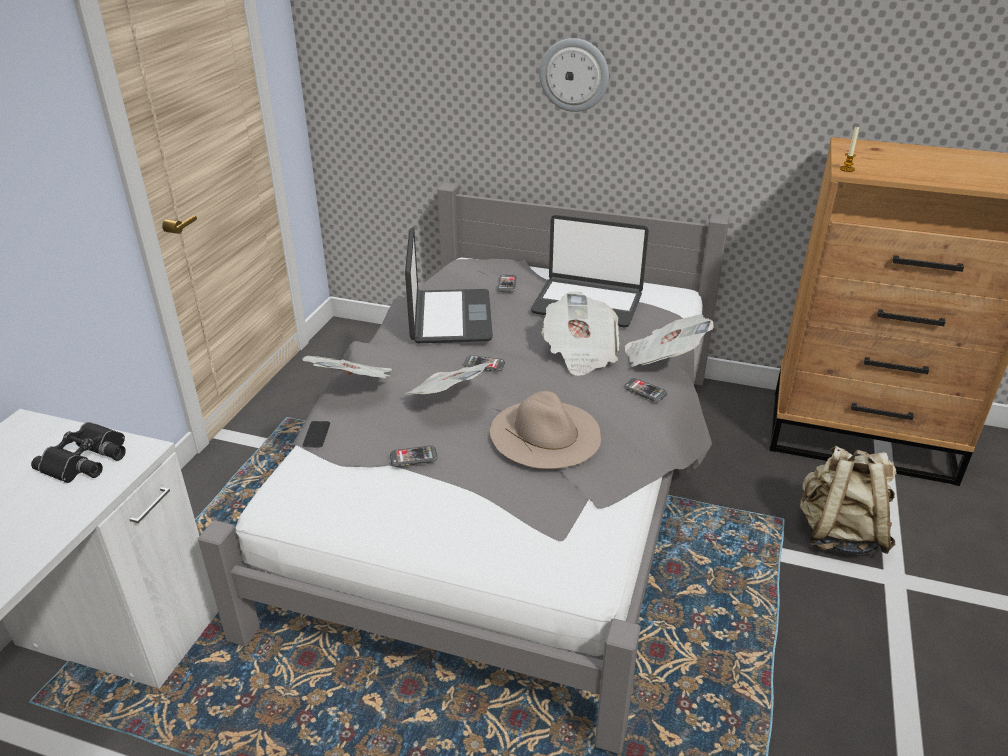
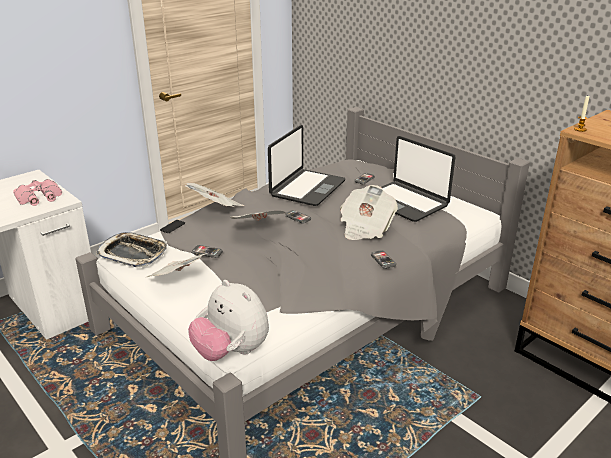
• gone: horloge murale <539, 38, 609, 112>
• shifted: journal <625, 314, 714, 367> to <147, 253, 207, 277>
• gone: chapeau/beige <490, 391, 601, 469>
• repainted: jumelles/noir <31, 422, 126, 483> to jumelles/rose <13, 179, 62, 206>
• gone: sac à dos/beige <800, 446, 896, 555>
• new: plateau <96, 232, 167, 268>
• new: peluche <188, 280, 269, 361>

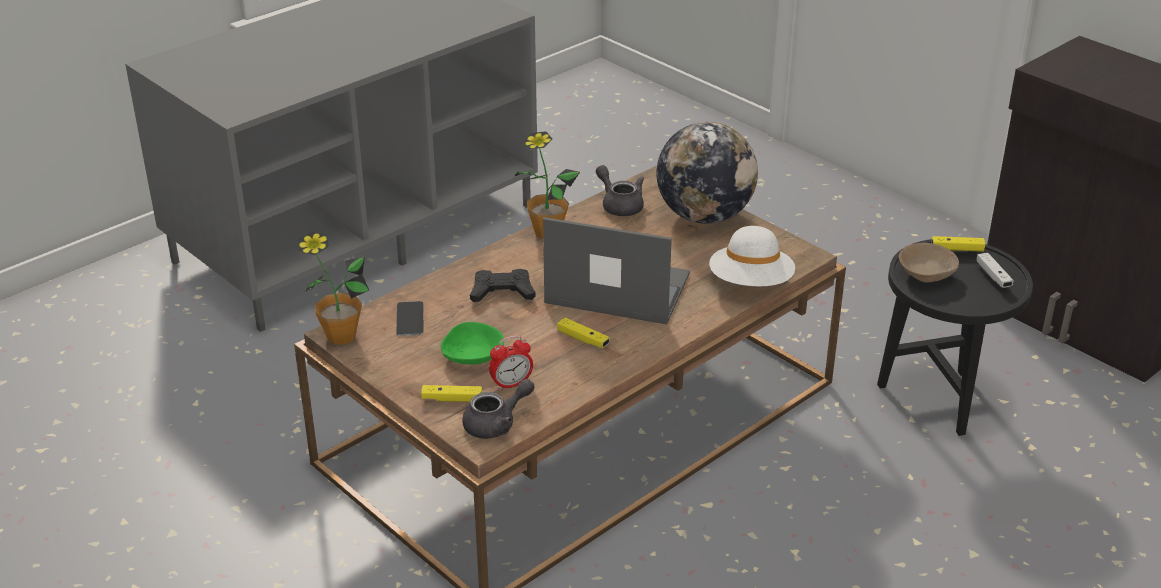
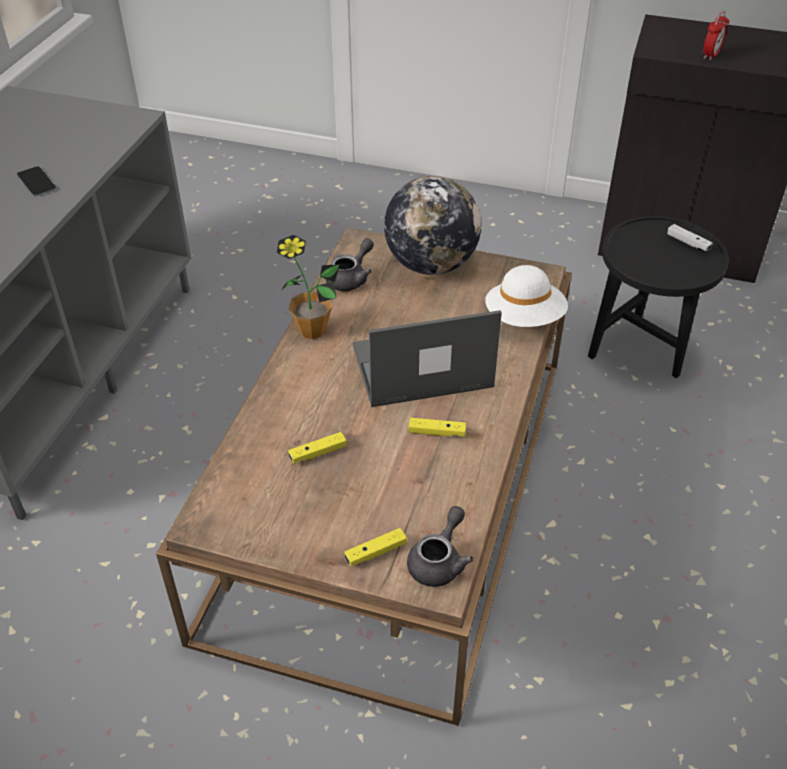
• rotated: théière/gris <596, 165, 644, 216> = <326, 238, 374, 291> 105 degrees clockwise
• gone: plante en pot <297, 231, 370, 345>
• shifted: manette/jaune <931, 236, 986, 252> to <288, 432, 346, 463>
• gone: bol/beige <899, 243, 959, 282>
• gone: manette/noir <470, 269, 536, 302>
• shifted: téléphone <396, 301, 424, 336> to <17, 166, 56, 196>
• gone: bol/vert <441, 322, 504, 364>
• shifted: réveil <489, 335, 533, 391> to <703, 11, 729, 60>

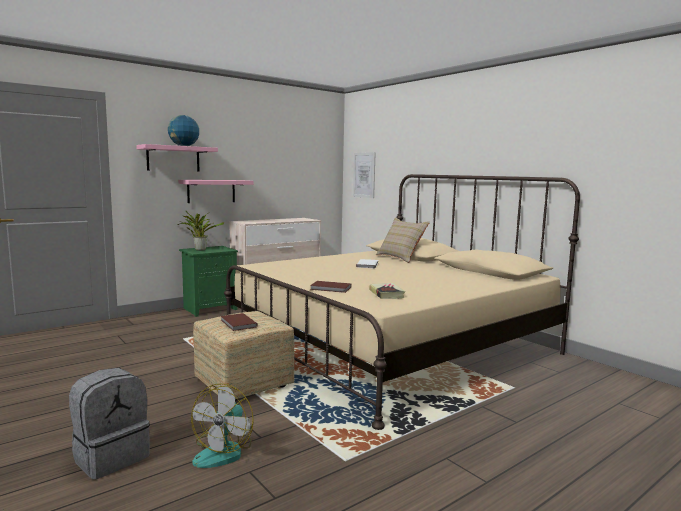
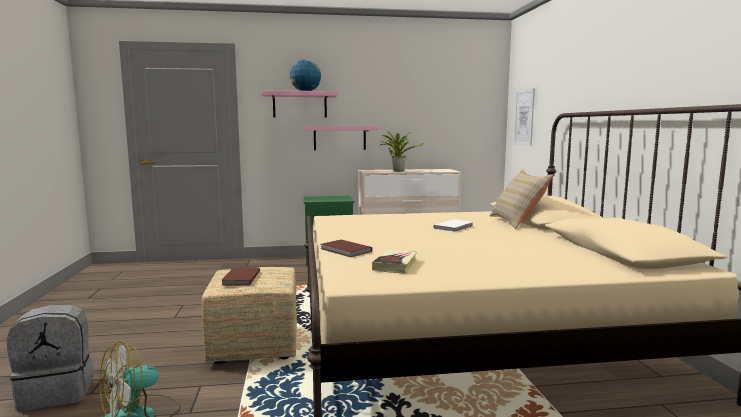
• shifted: plante en pot <177, 210, 224, 251> to <379, 131, 424, 171>

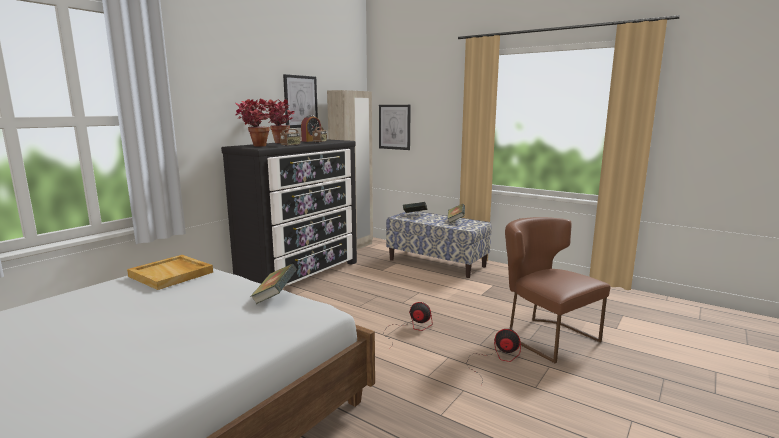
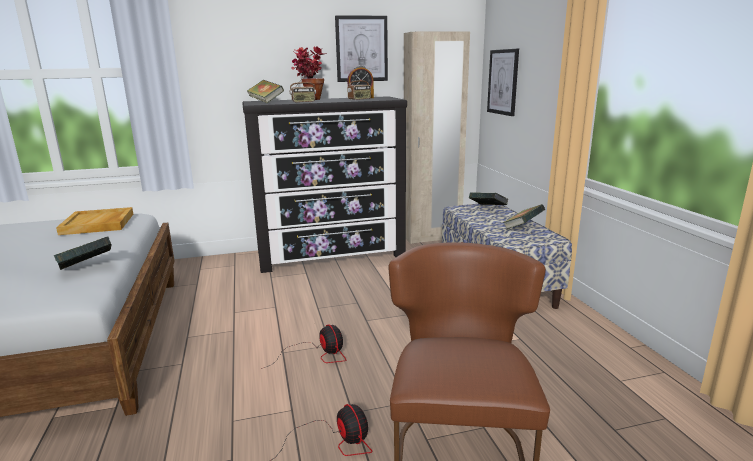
• swapped: plante en pot <235, 99, 270, 147> to livre <247, 80, 284, 103>

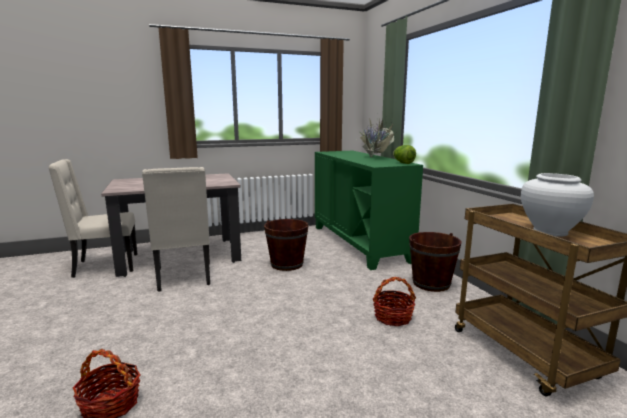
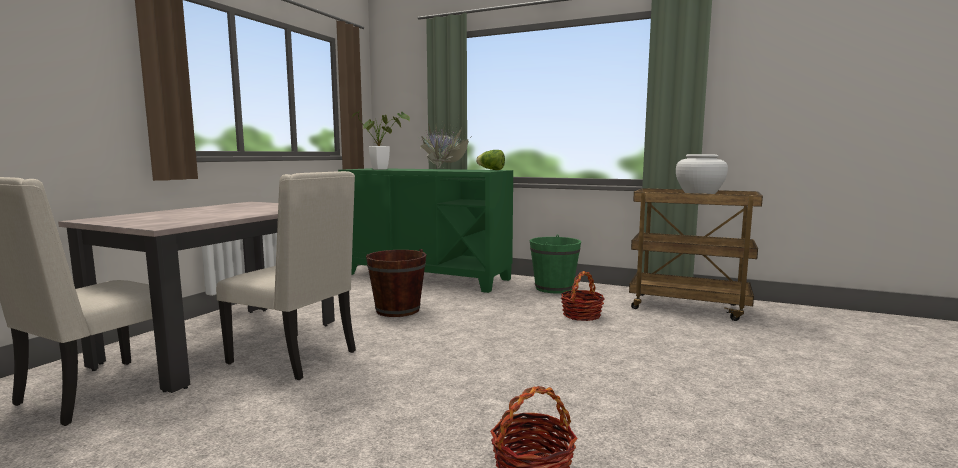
• repainted: seau/marron <409, 232, 462, 292> to seau/vert <530, 235, 581, 294>
• new: plante en pot <352, 111, 410, 170>

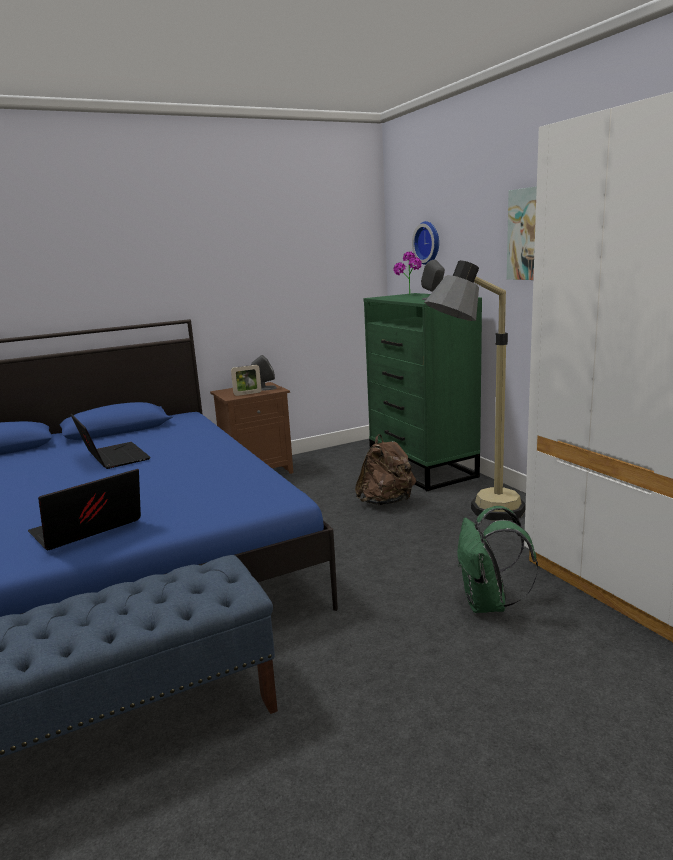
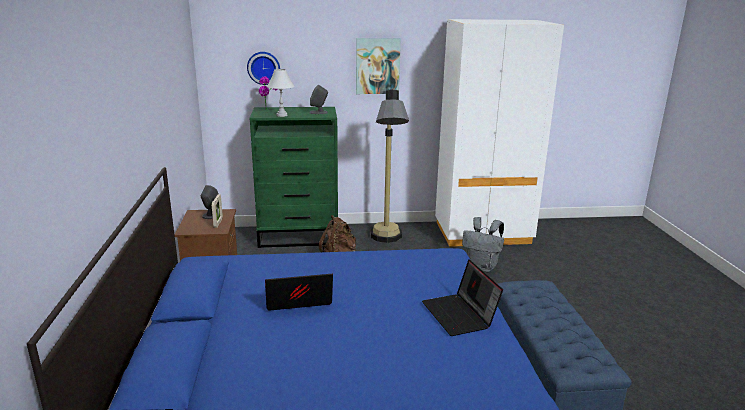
• repainted: sac à dos/vert <457, 506, 538, 613> to sac à dos/gris <462, 217, 504, 272>
• new: lampe de table/blanc <267, 69, 295, 117>

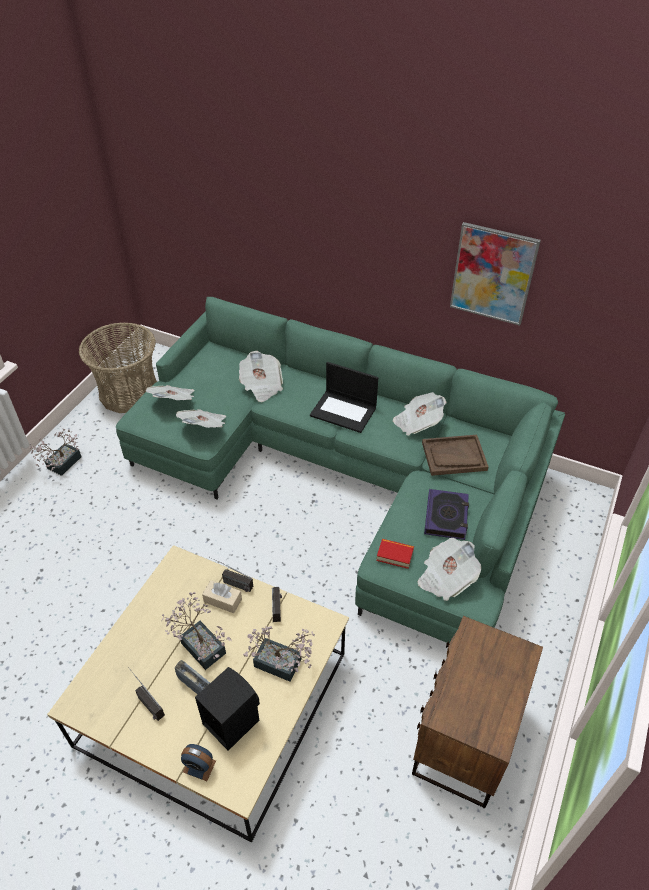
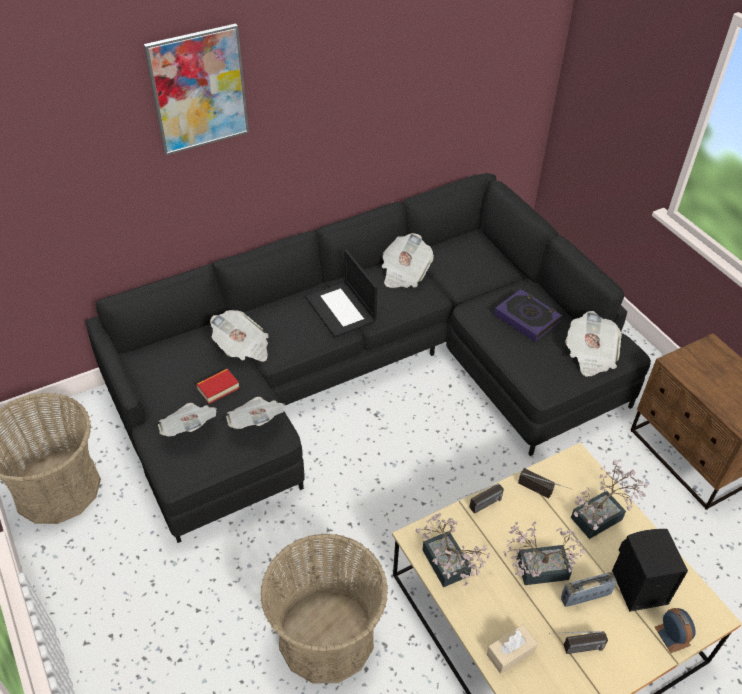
• shifted: tableau <450, 222, 541, 326> to <144, 24, 249, 155>
• repainted: canapé/vert <116, 297, 565, 643> to canapé/noir <86, 173, 651, 543>
• rotated: ordinateur portable <310, 362, 378, 433> = <306, 249, 377, 338> 90 degrees clockwise
• shifted: plante en pot <29, 429, 82, 476> to <416, 513, 491, 587>
• gone: plateau/marron <422, 435, 489, 476>
• shifted: livre <376, 539, 414, 569> to <196, 369, 240, 404>
• shifted: boîte à mouchoirs/beige <202, 580, 242, 613> to <486, 625, 538, 674>
• rotated: réveil <181, 744, 216, 781> = <655, 608, 696, 653> 75 degrees counterclockwise
• new: panier <260, 533, 388, 683>

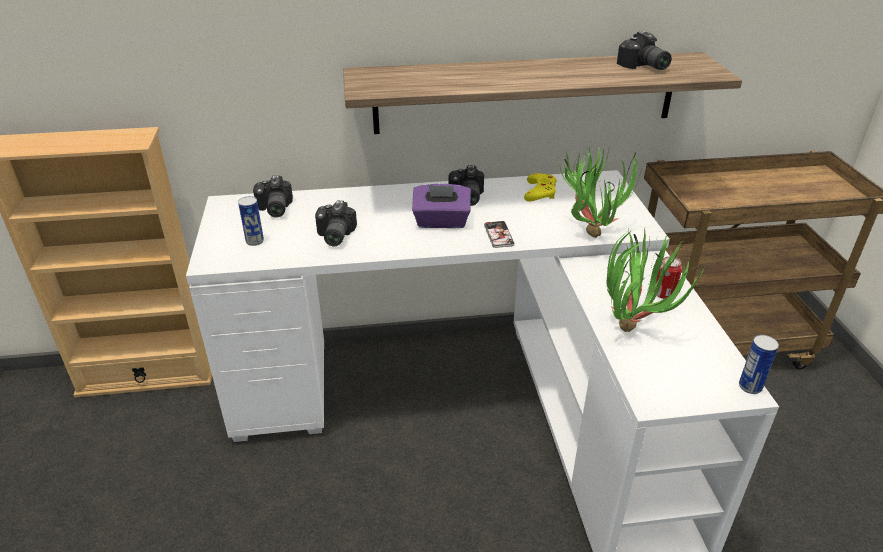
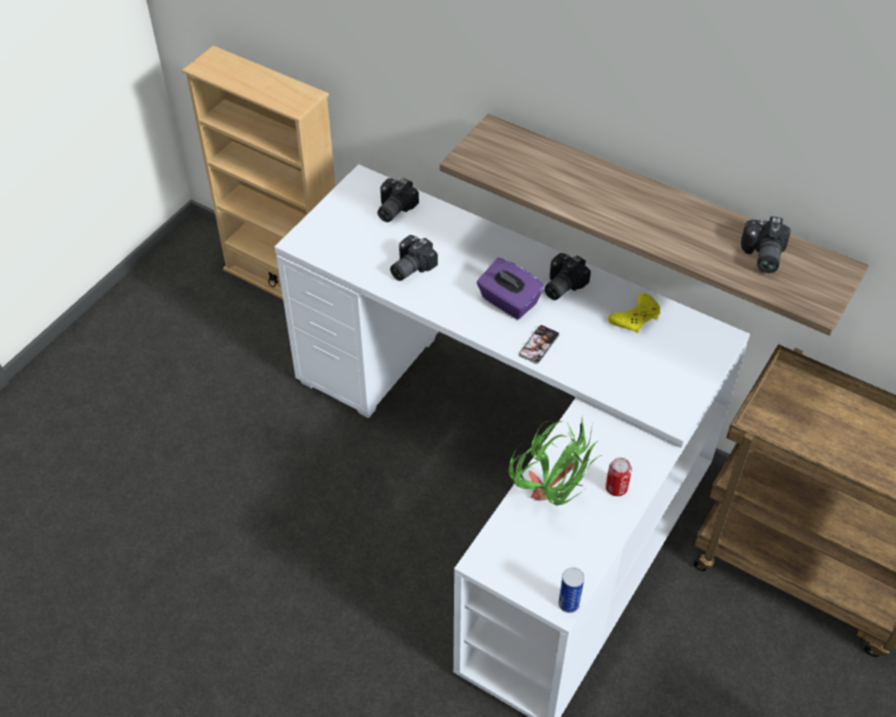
• gone: plante en pot <557, 146, 644, 238>
• gone: boîte métallique <238, 196, 264, 246>

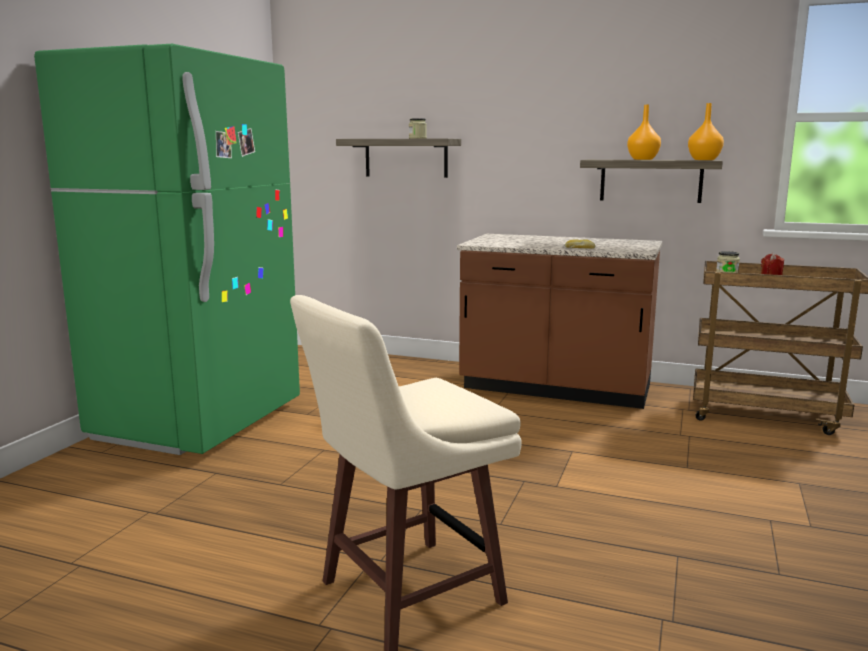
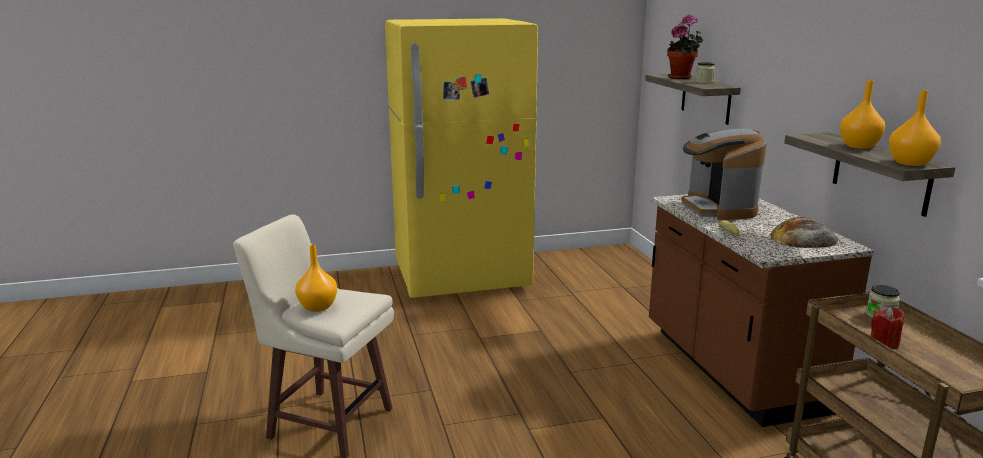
• repainted: réfrigérateur/vert <34, 44, 300, 455> to réfrigérateur/jaune <385, 18, 538, 298>
• new: plante en pot <667, 15, 704, 79>
• new: machine à café <681, 129, 767, 220>
• new: pain <770, 217, 838, 248>
• new: vase/orange <295, 245, 337, 312>

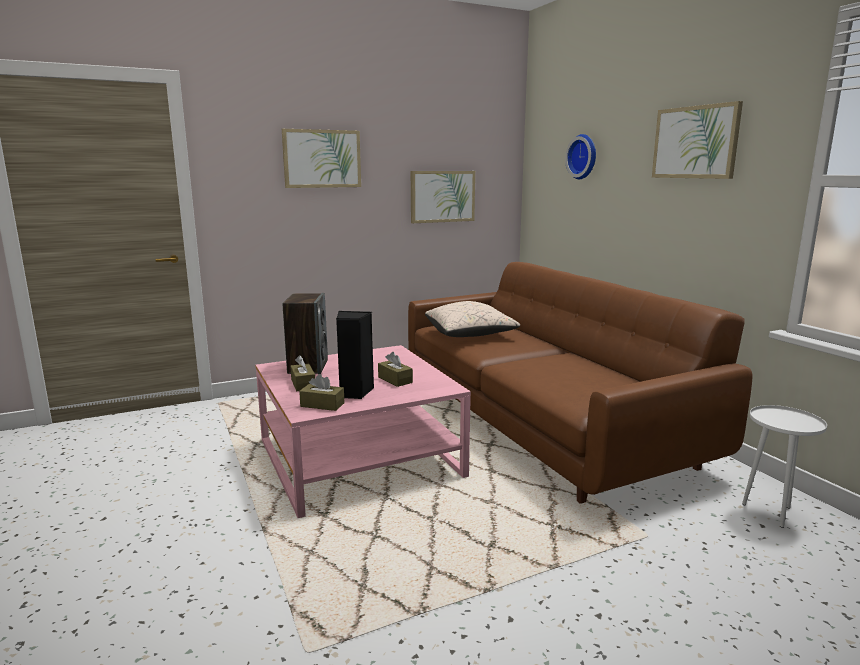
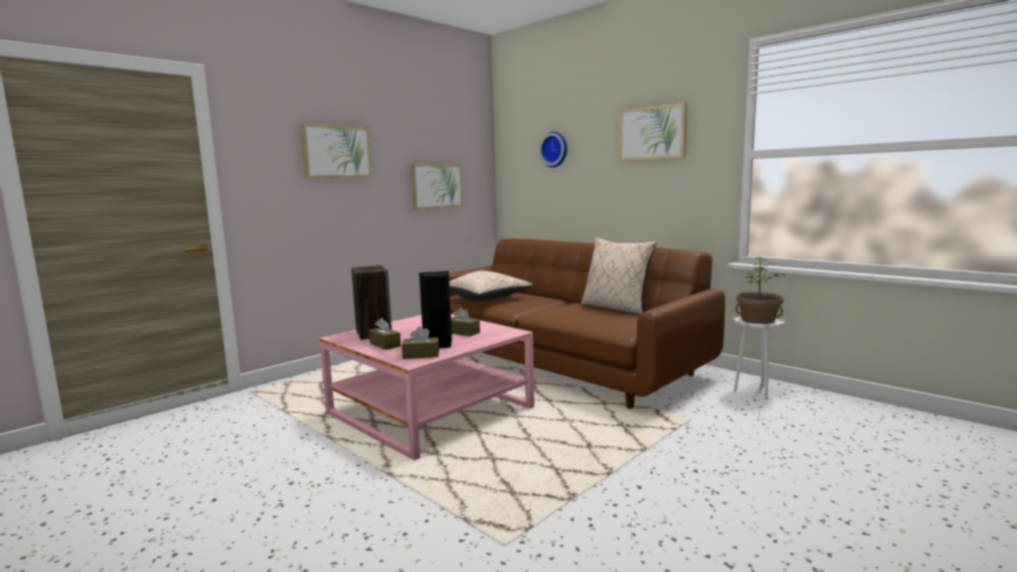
• new: coussin/beige <581, 238, 657, 314>
• new: plante en pot <735, 257, 784, 324>

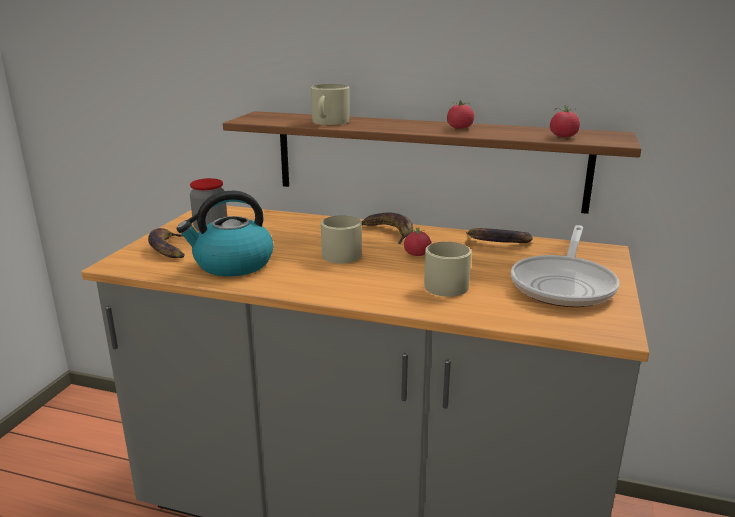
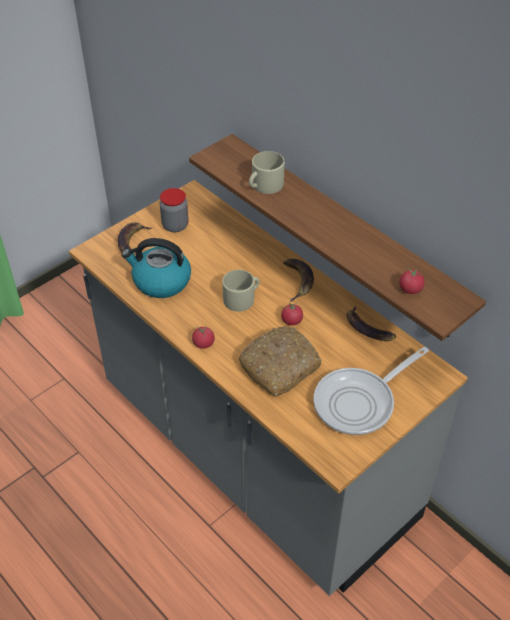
• shifted: tomate <447, 100, 474, 129> to <192, 326, 215, 349>
• swapped: mug/beige <424, 242, 471, 297> to pain <239, 326, 321, 397>

